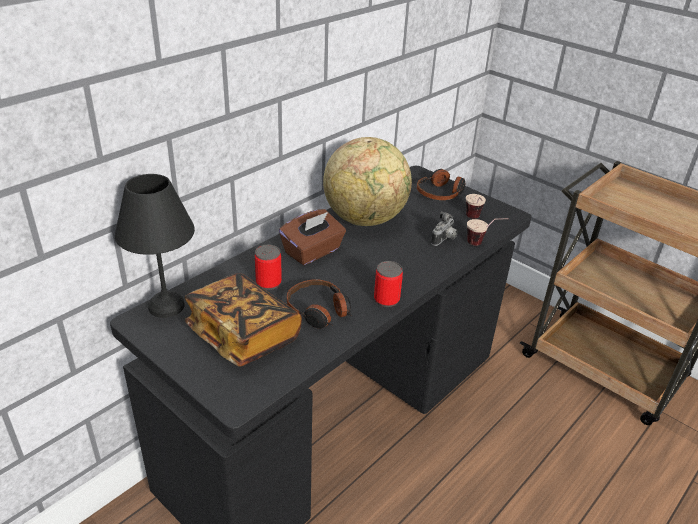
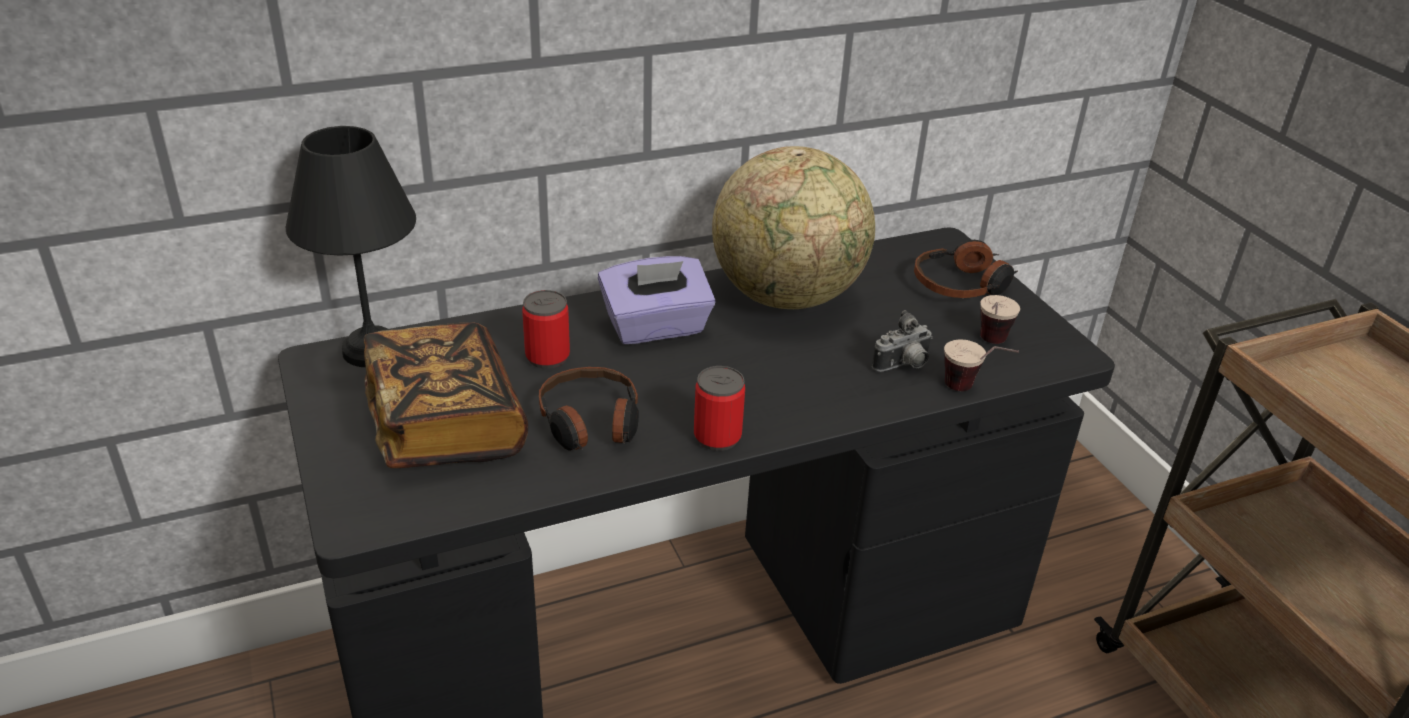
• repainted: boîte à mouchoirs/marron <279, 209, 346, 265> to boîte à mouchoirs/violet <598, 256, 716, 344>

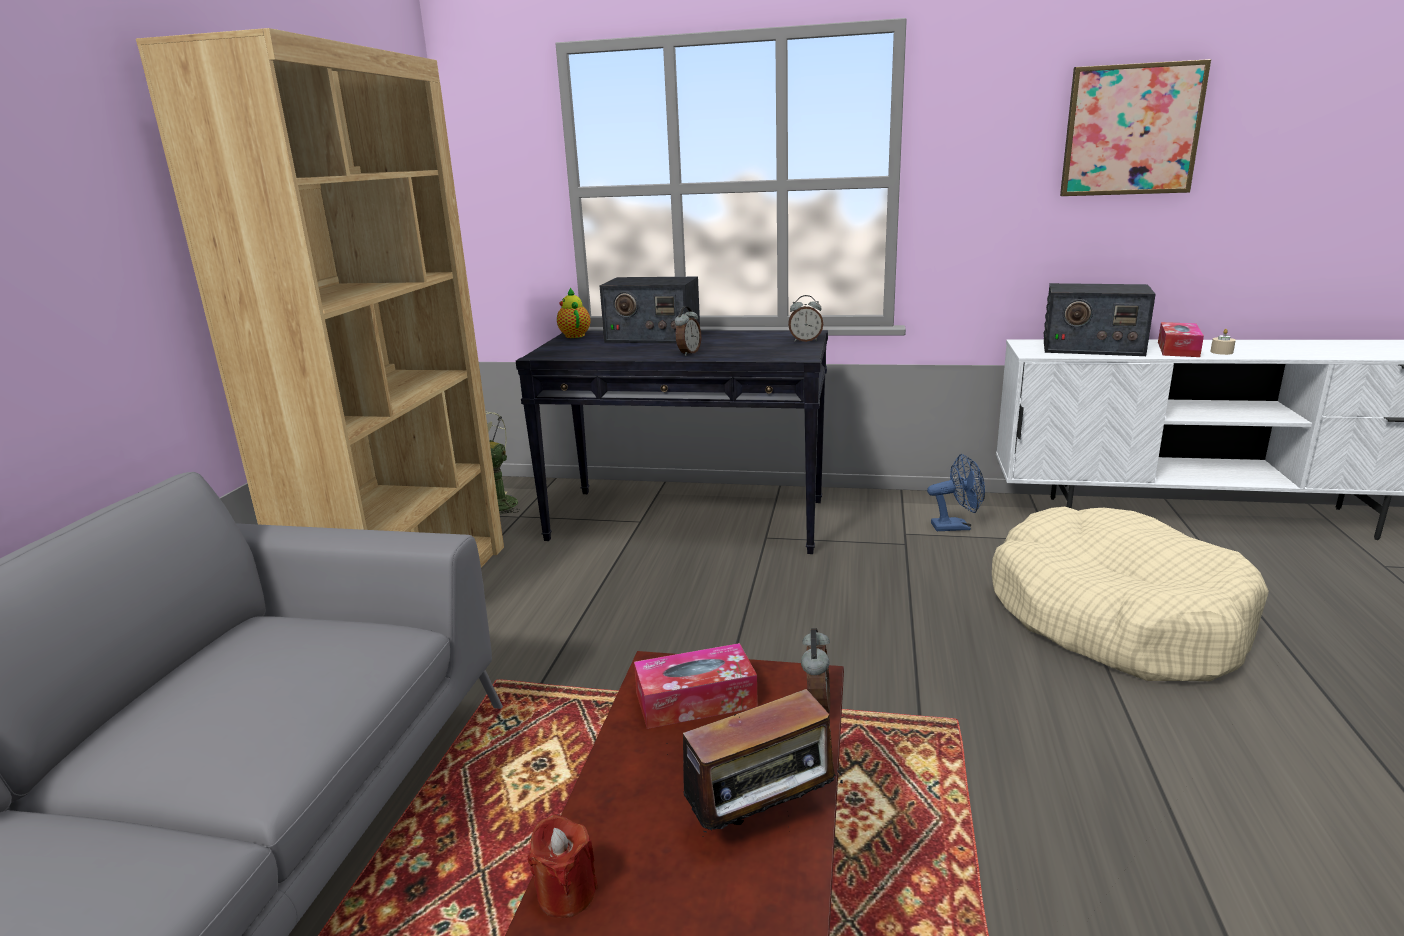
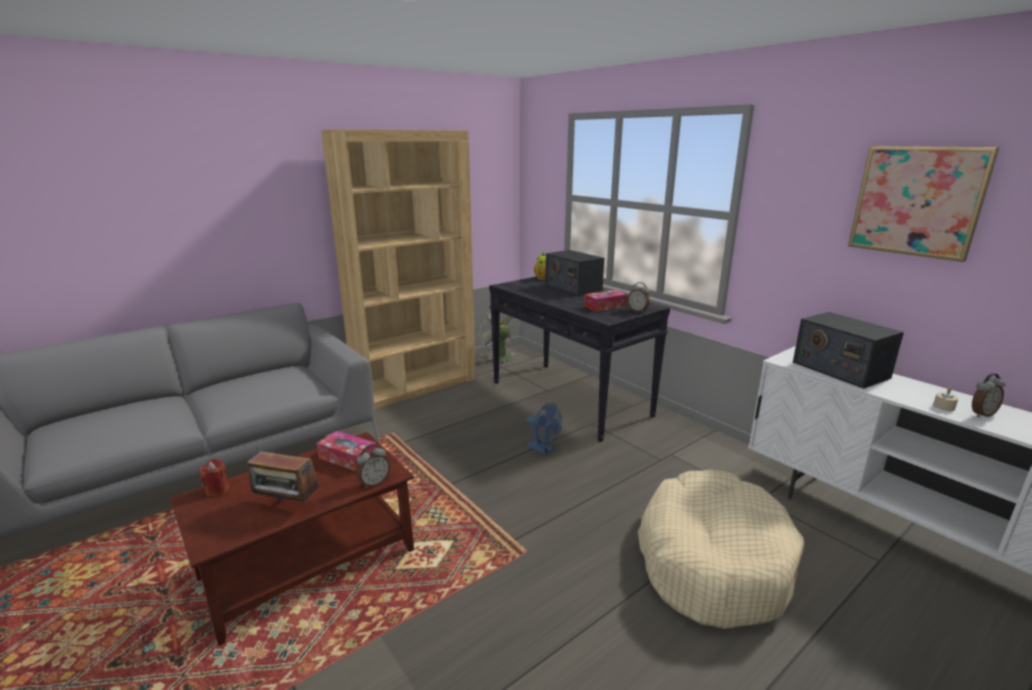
• shifted: réveil <675, 306, 701, 356> to <972, 373, 1006, 417>
• shifted: boîte à mouchoirs <1158, 322, 1204, 357> to <584, 290, 627, 312>
• shifted: ventilateur/bleu <927, 454, 985, 531> to <526, 403, 562, 455>

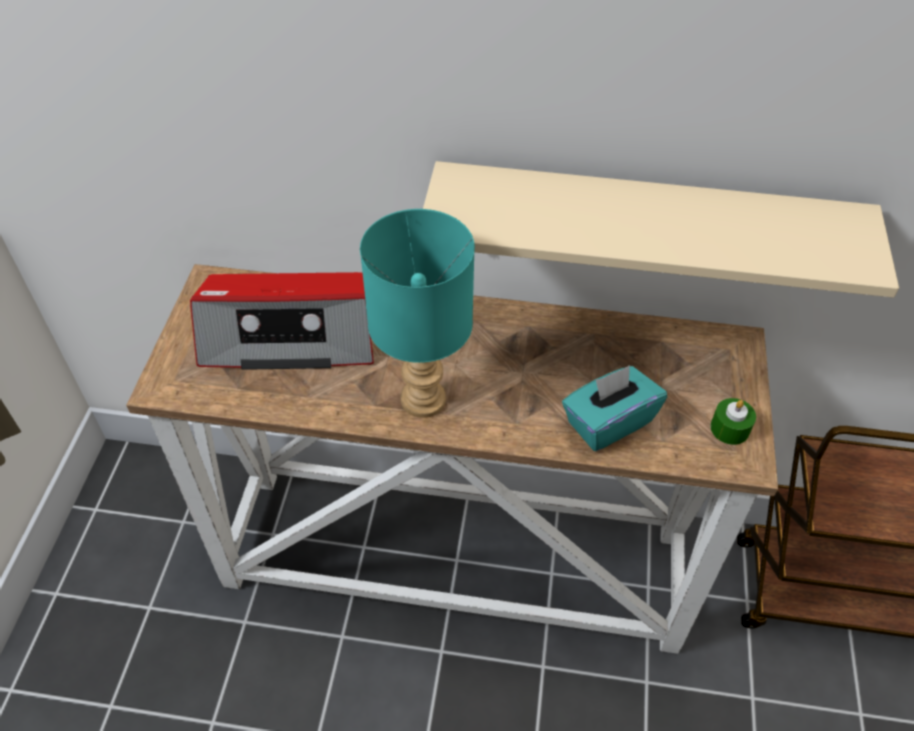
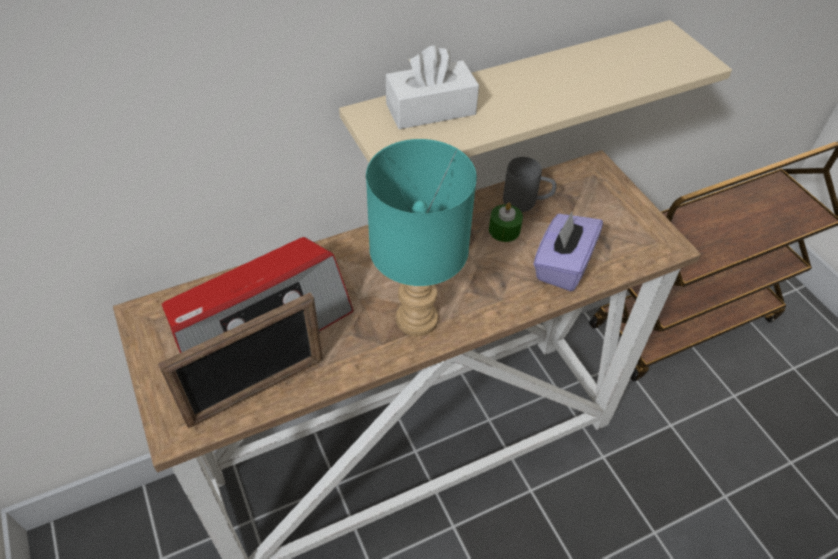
• repainted: boîte à mouchoirs/turquoise <562, 365, 667, 451> to boîte à mouchoirs/violet <533, 212, 603, 291>
• shifted: bougie/vert <710, 398, 756, 445> to <489, 203, 523, 242>
• new: boîte à mouchoirs/blanc <386, 45, 479, 129>
• new: mug/gris <503, 157, 557, 212>
• new: cadre photo <158, 292, 323, 428>

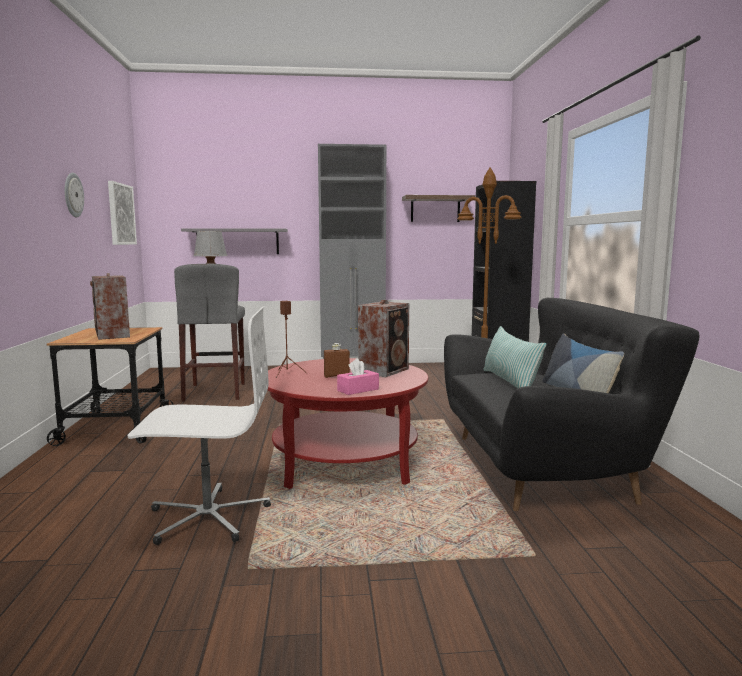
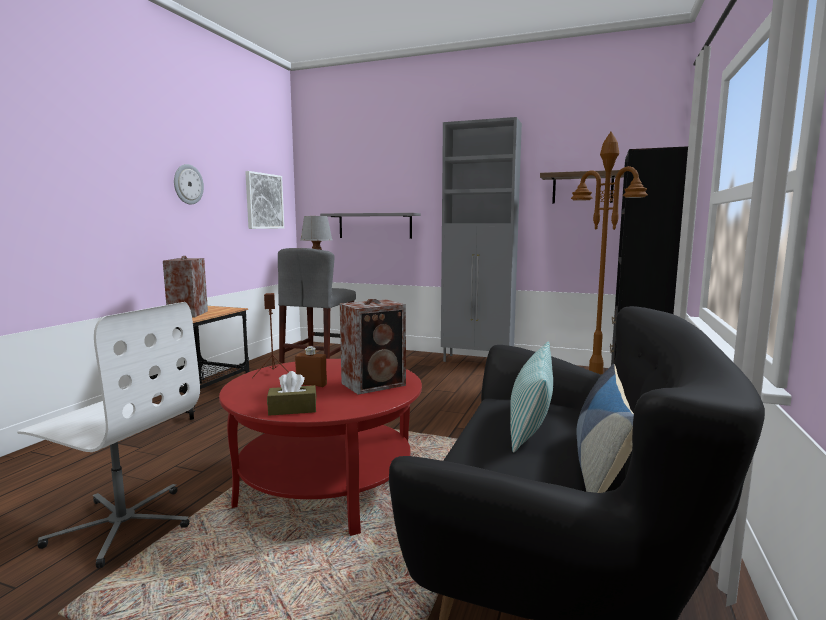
• repainted: boîte à mouchoirs/rose <337, 358, 379, 395> to boîte à mouchoirs/marron <267, 371, 317, 416>

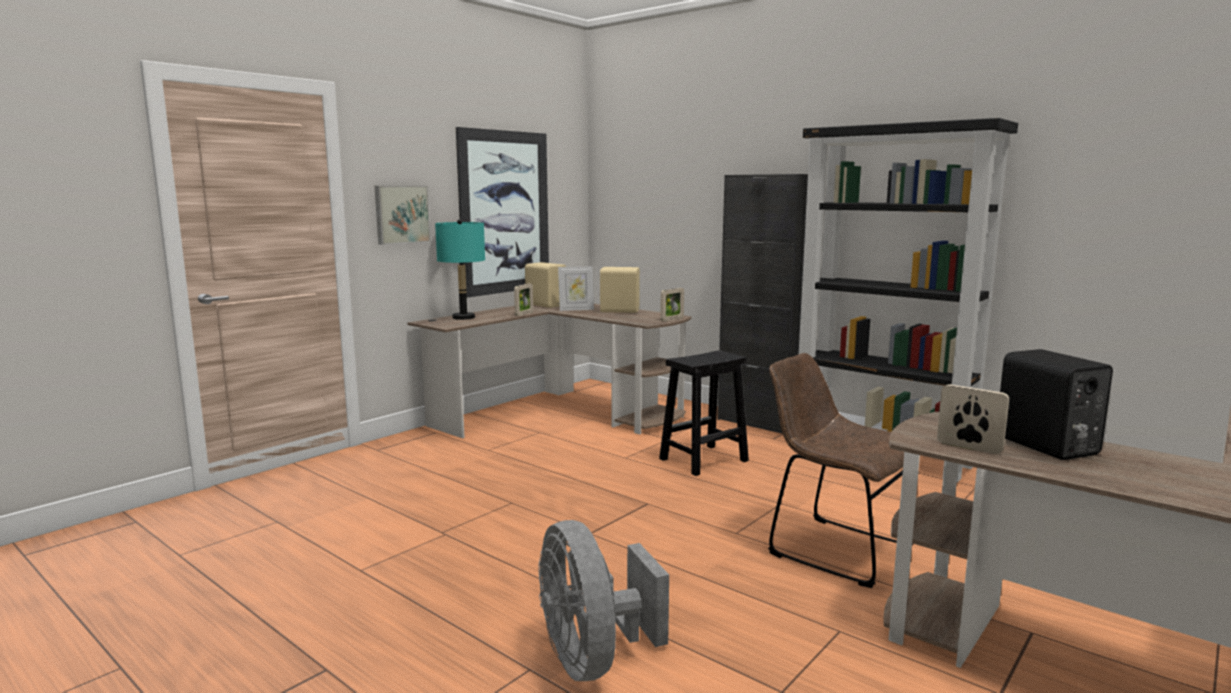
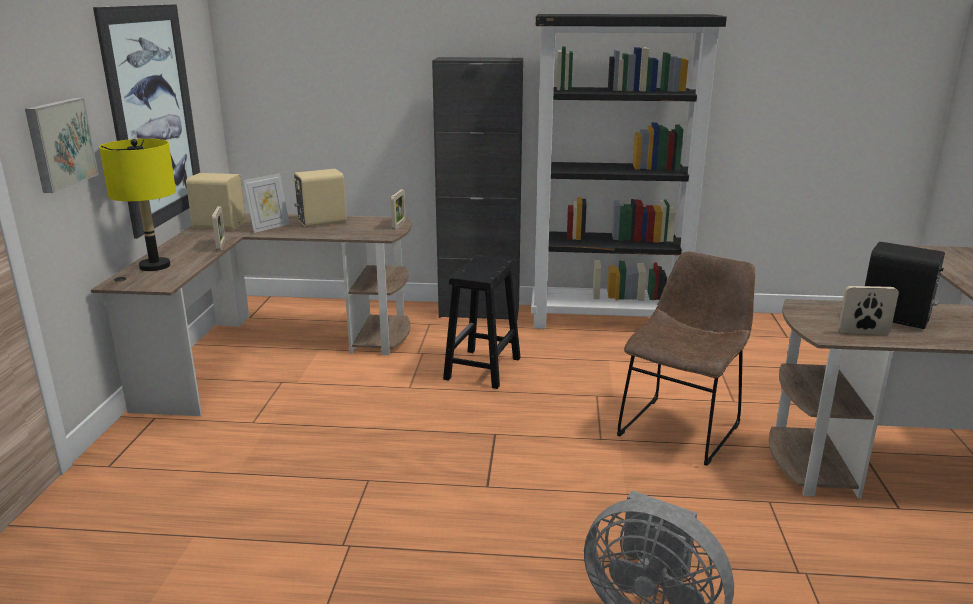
• repainted: lampe de table/turquoise <435, 219, 485, 320> to lampe de table/jaune <99, 139, 176, 271>
• rotated: chaise/marron <768, 353, 913, 588> = <617, 251, 756, 466> 120 degrees clockwise

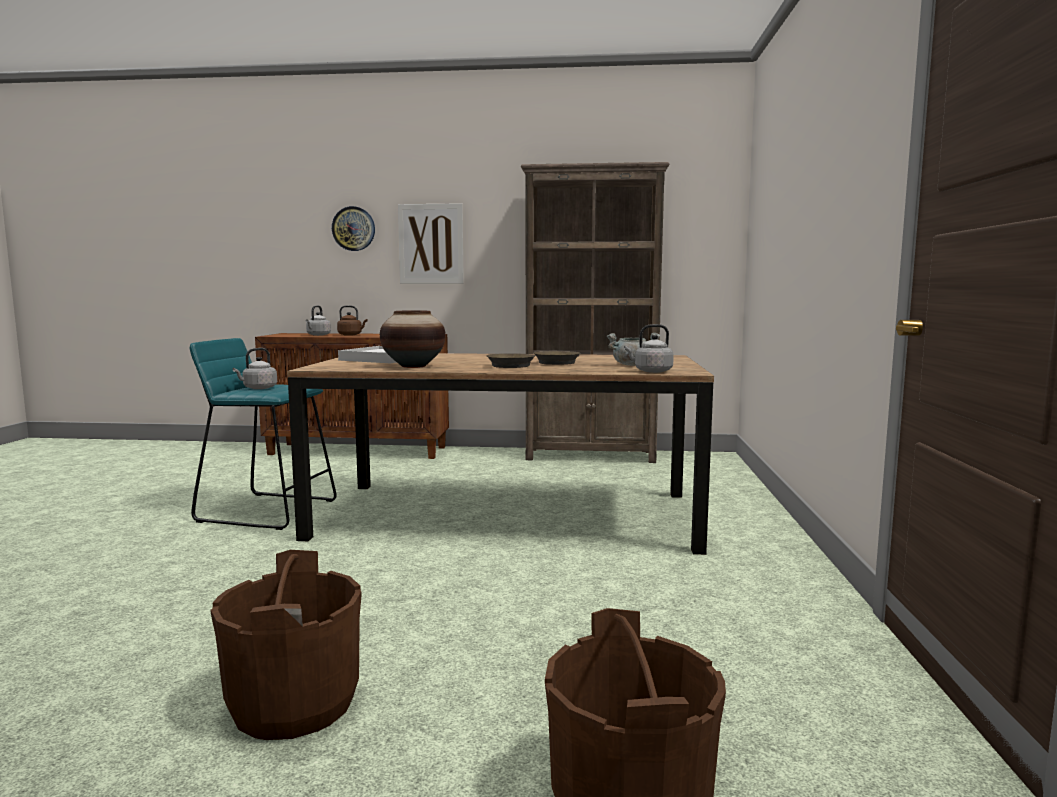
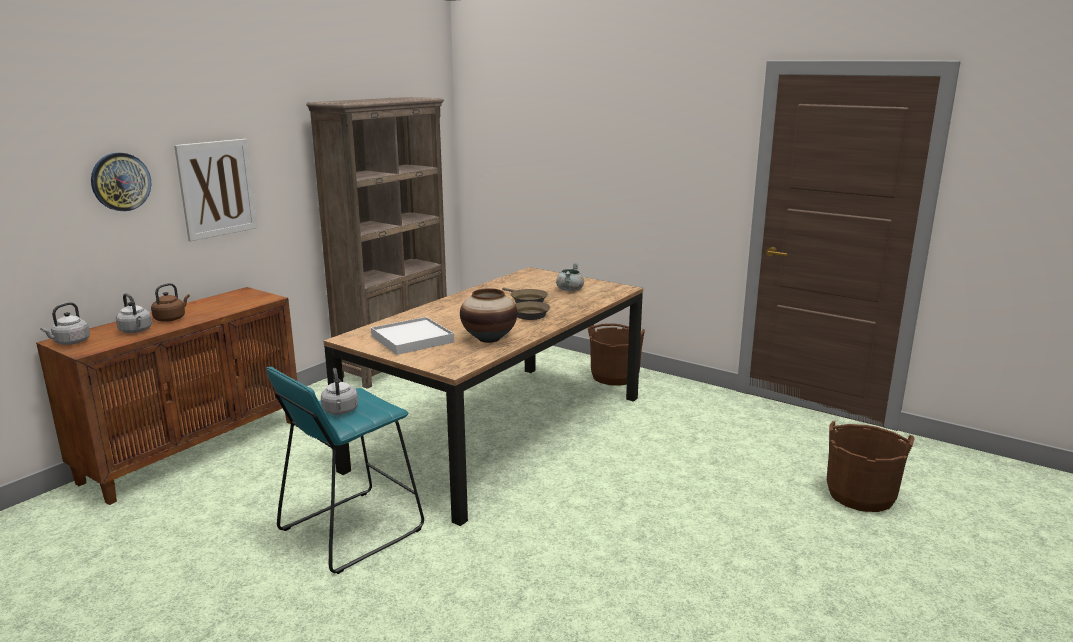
• shifted: bouilloire/gris <624, 324, 674, 373> to <40, 302, 90, 345>
• shifted: seau/marron <210, 550, 361, 740> to <588, 323, 645, 386>

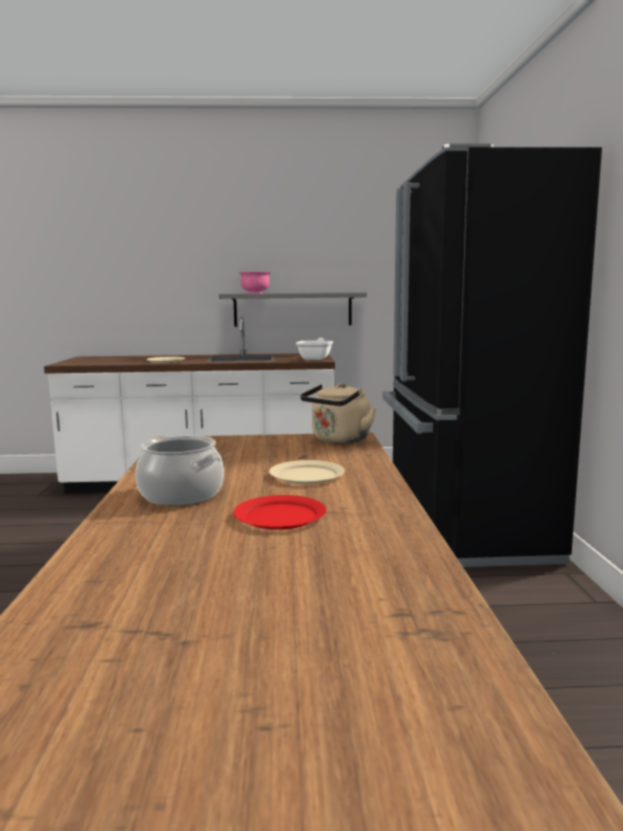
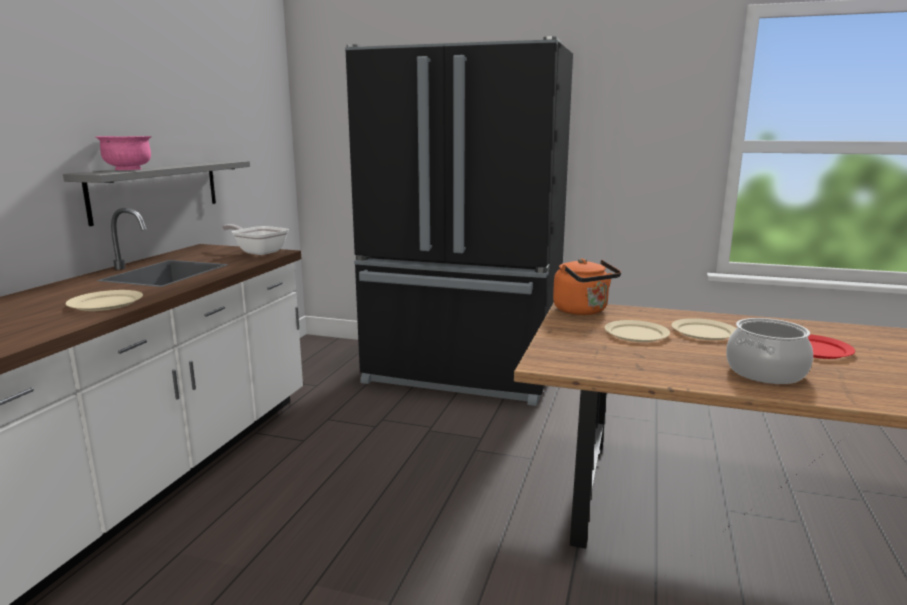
• repainted: bouilloire/beige <300, 383, 376, 443> to bouilloire/orange <553, 259, 621, 315>
• new: assiette/beige <604, 320, 670, 342>

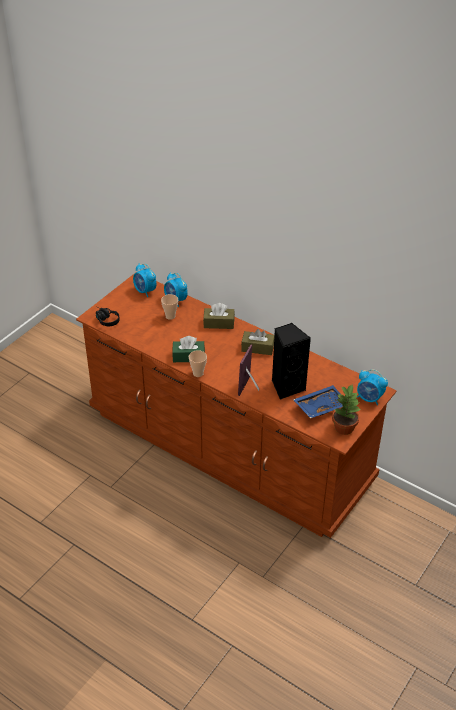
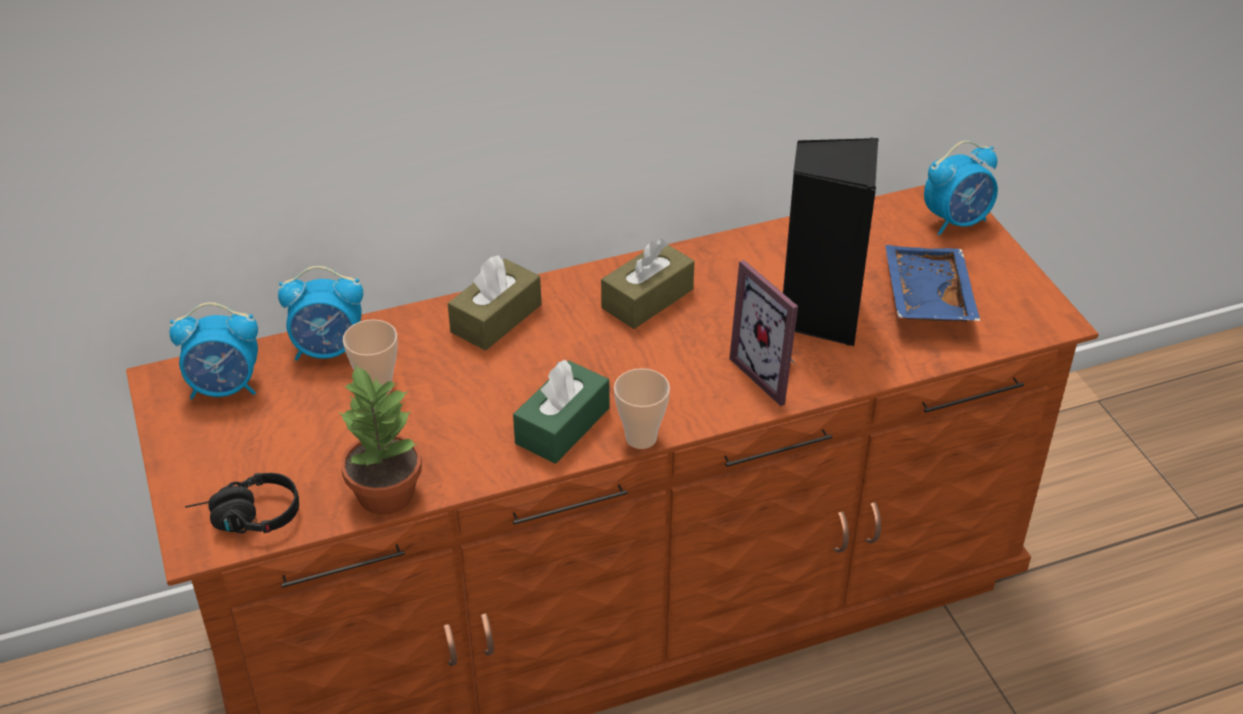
• shifted: plante en pot <332, 385, 361, 435> to <339, 364, 422, 515>

